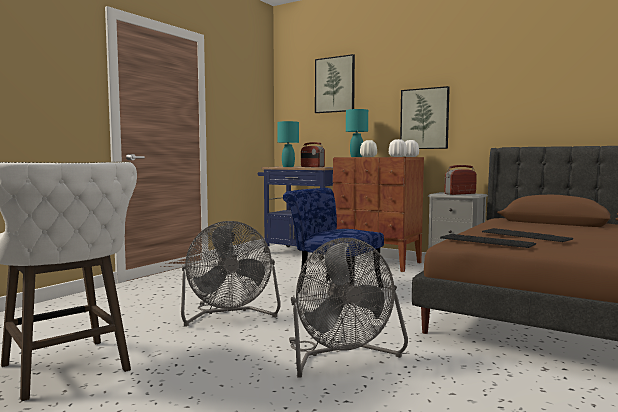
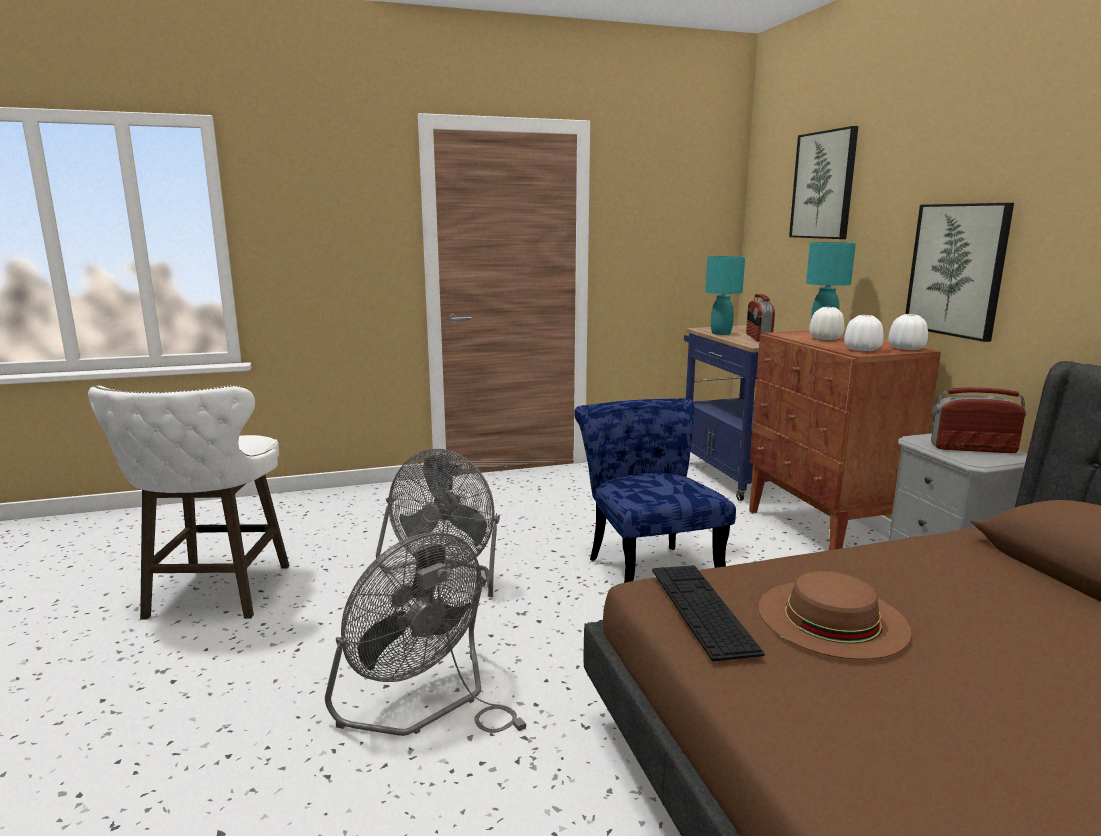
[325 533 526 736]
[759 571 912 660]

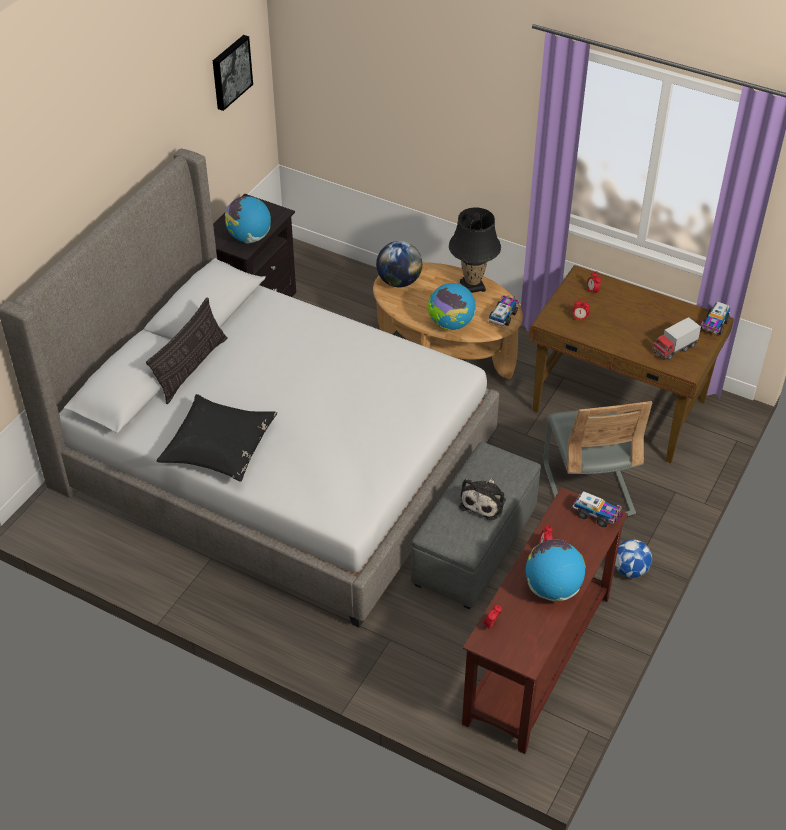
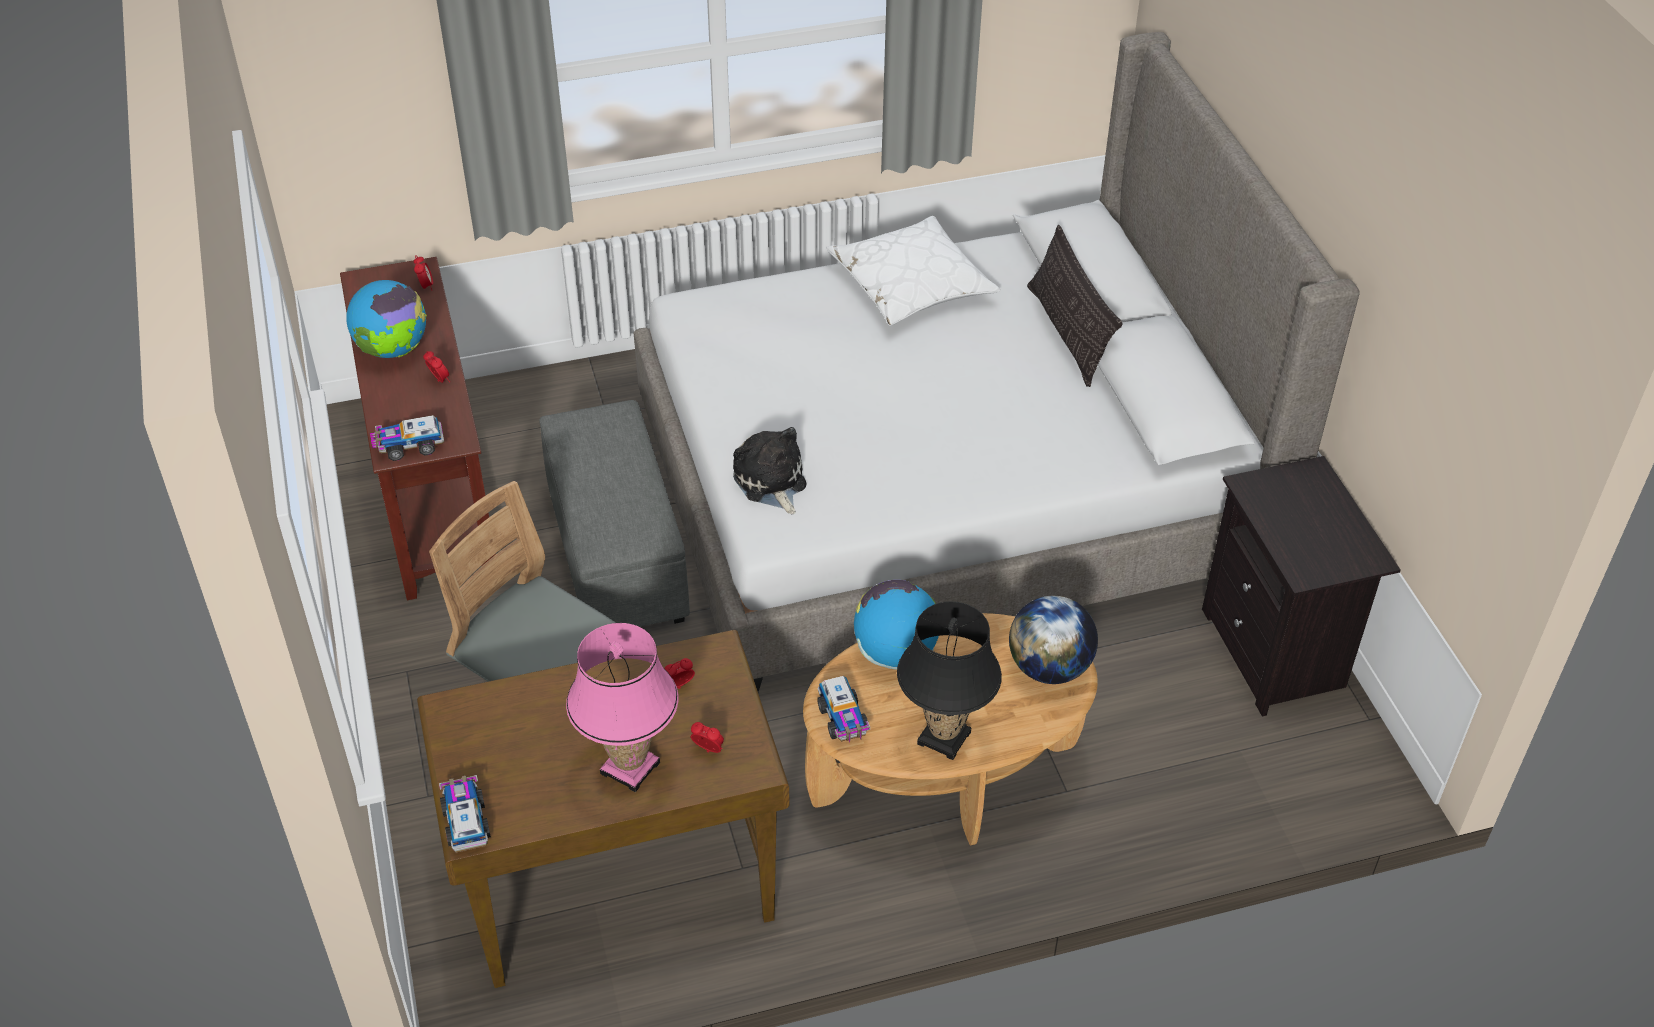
[566 623 678 792]
[733 427 806 514]
[826 216 1001 326]
[213 35 253 111] (first image)
[225 196 271 244] (first image)
[615 539 652 578] (first image)
[651 317 701 360] (first image)

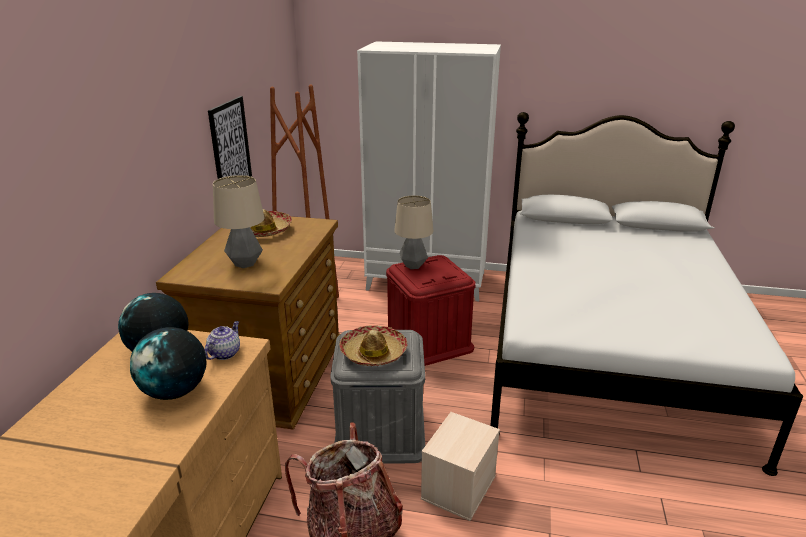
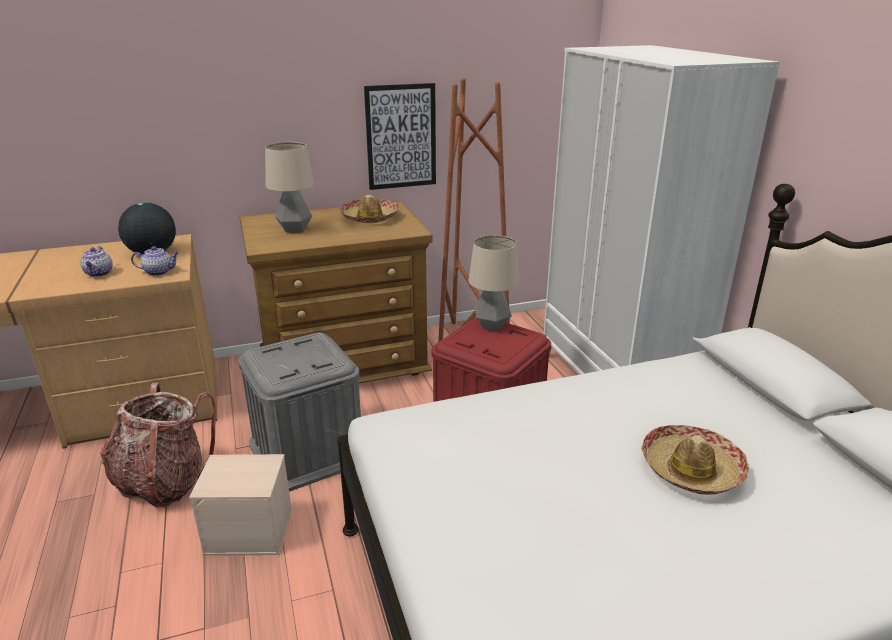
[80 246 113 277]
[641 425 749 495]

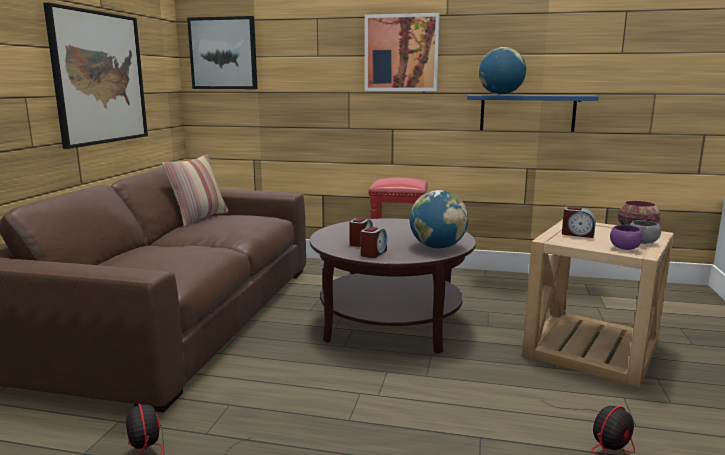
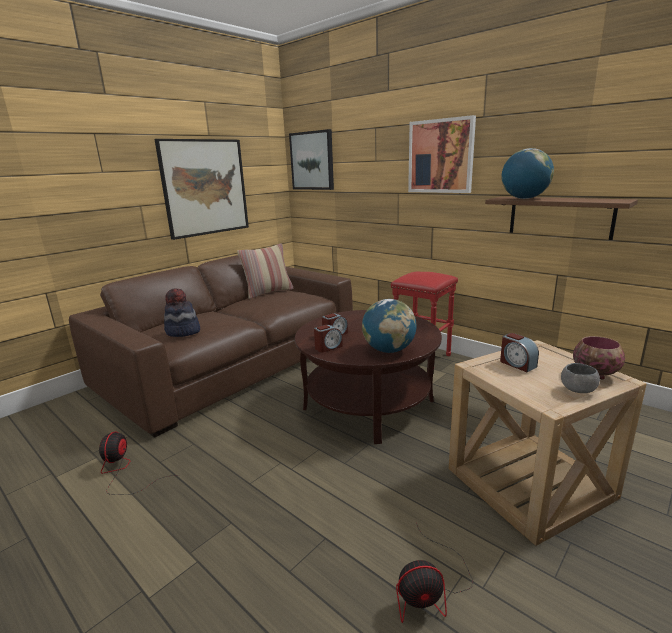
[164 289 200 337]
[485 197 638 240]
[610 225 642 250] (first image)

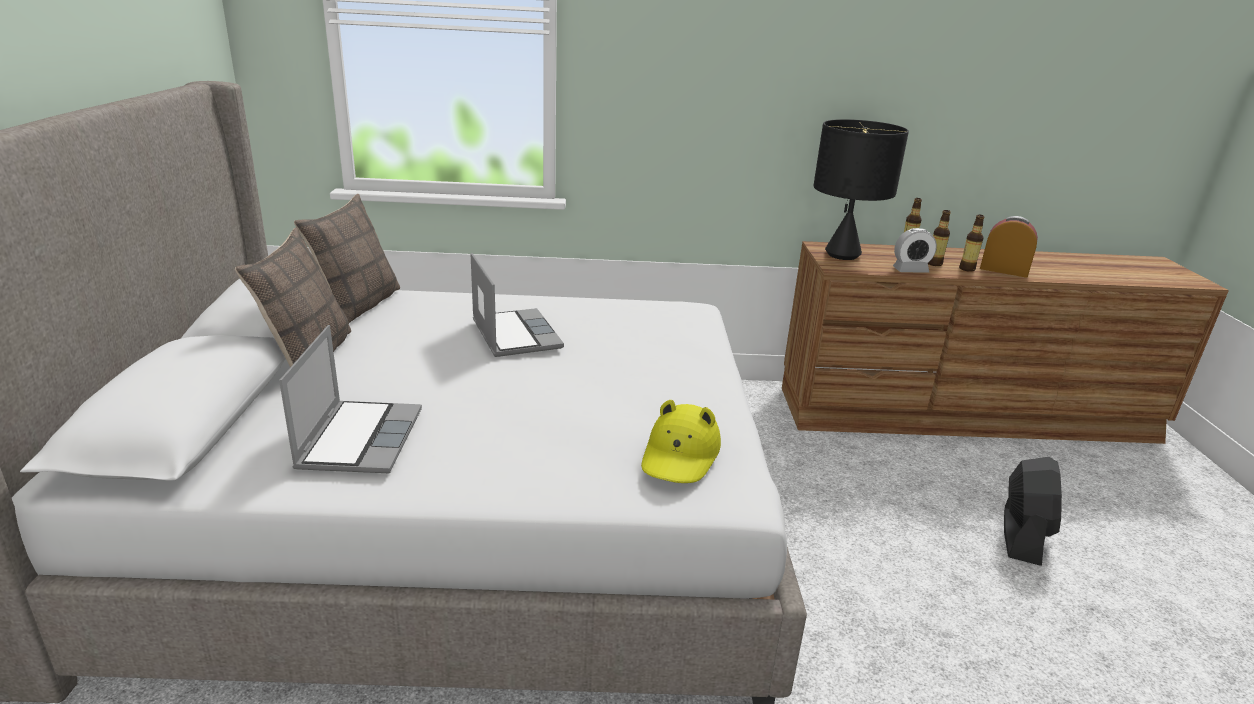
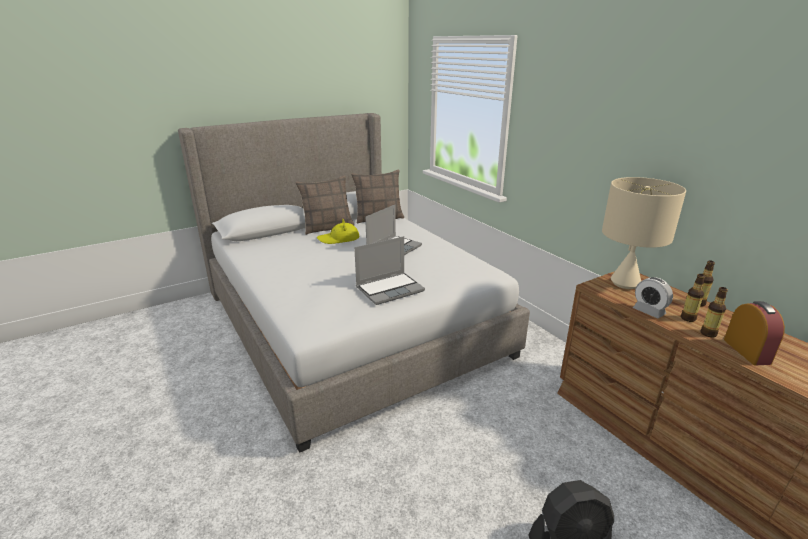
[317 219 359 244]
[354 236 425 305]
[602 177 686 289]

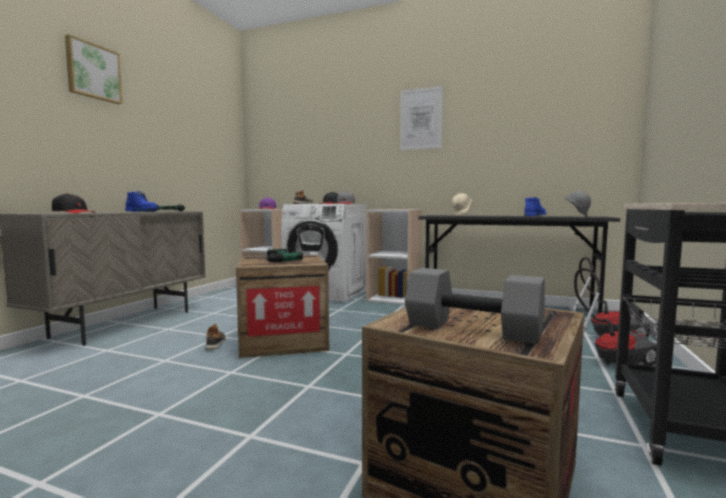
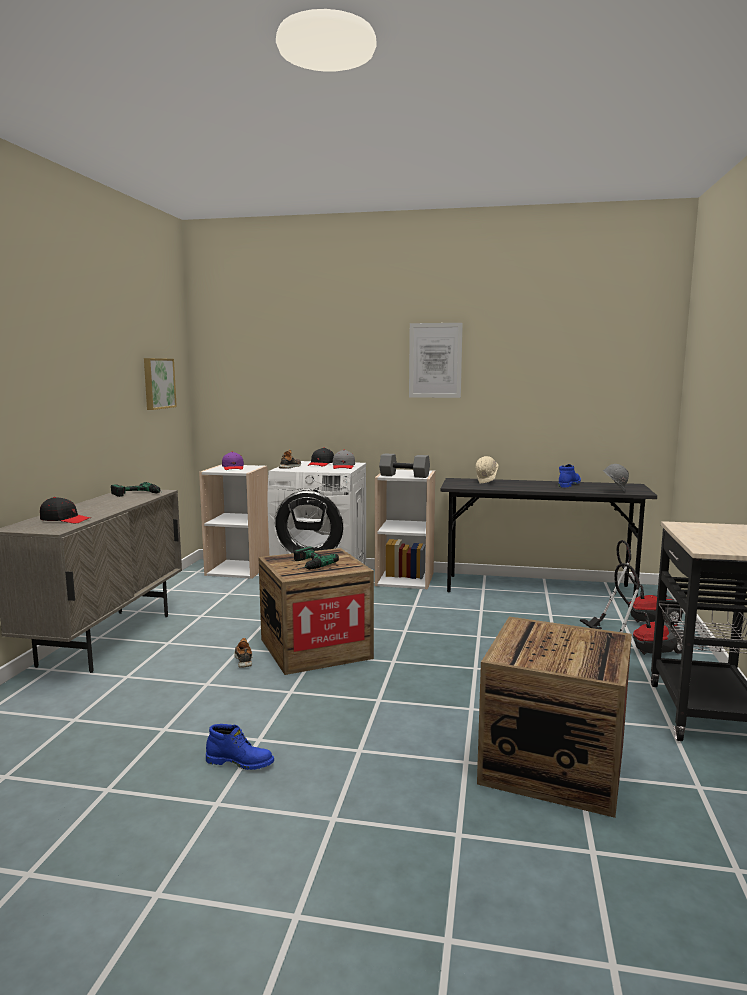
[144 358 177 410]
[206 724 274 770]
[379 453 430 478]

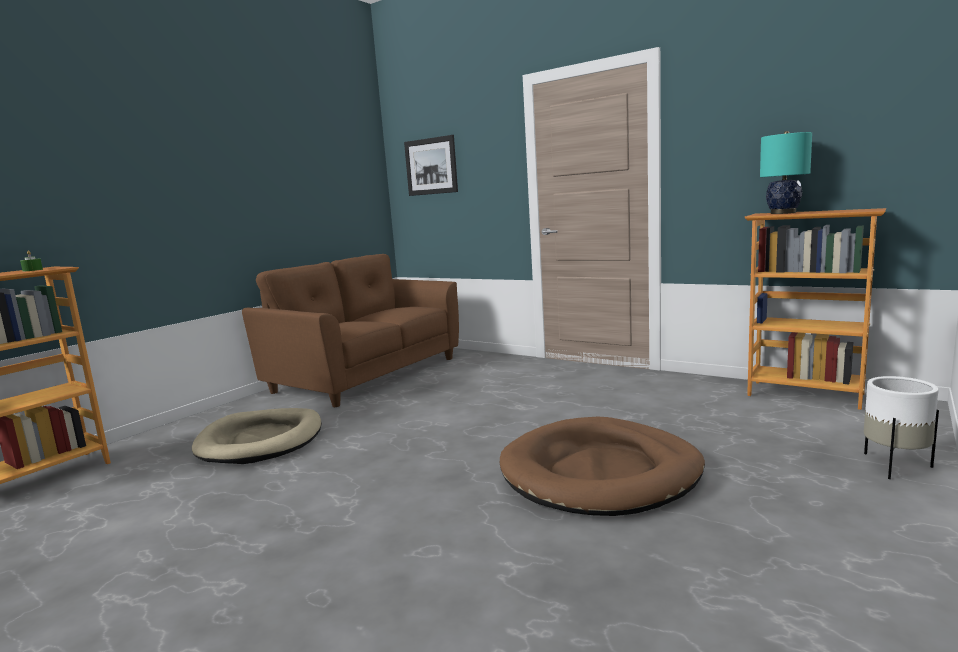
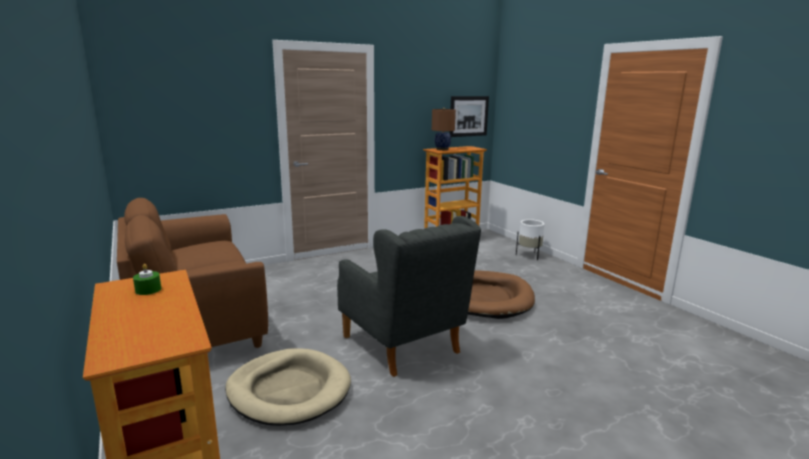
[337 216 481 377]
[432 108 456 150]
[450 96 489 137]

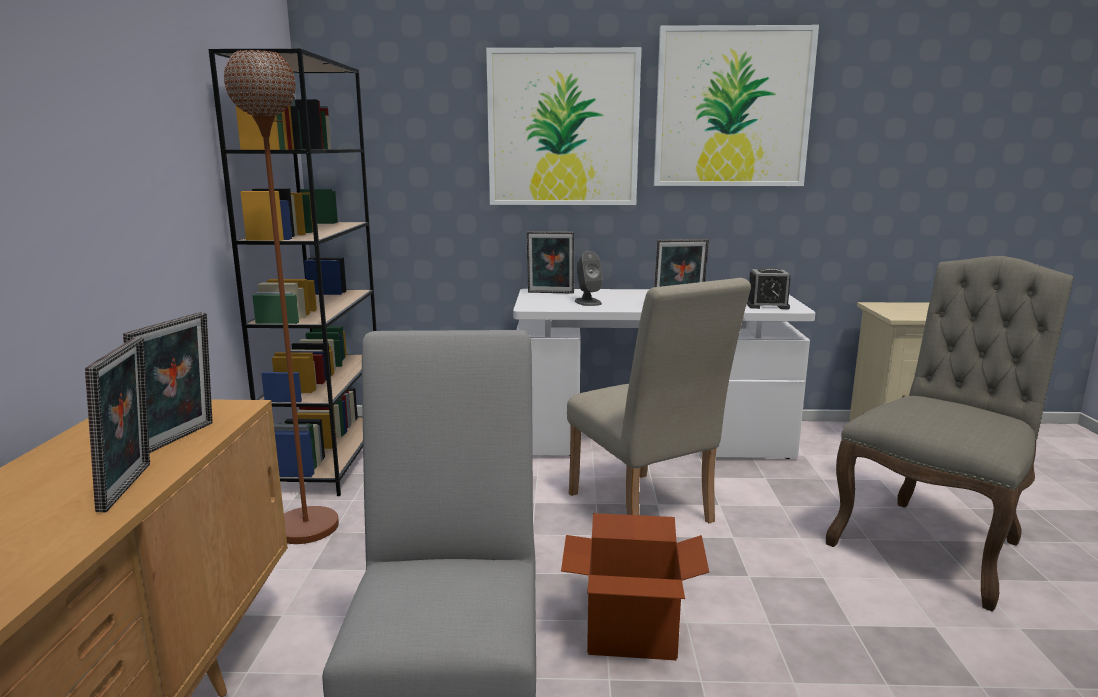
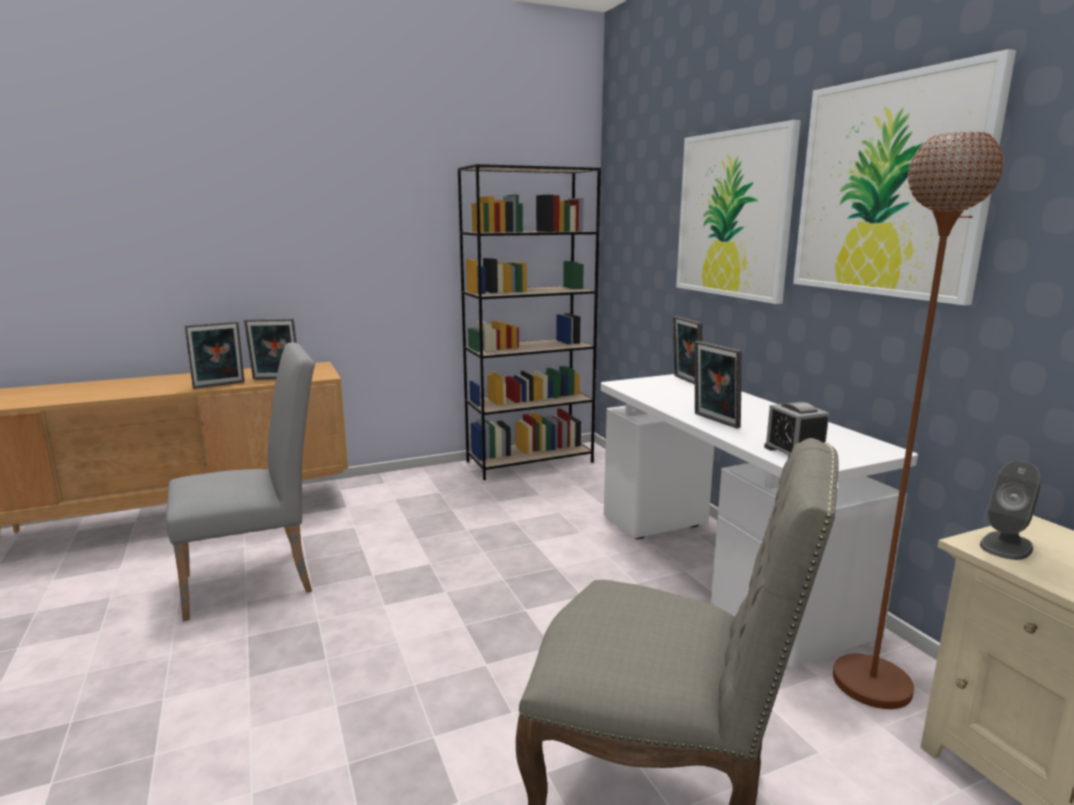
[833 132 1004 709]
[980 461 1040 560]
[561 513 709 661] (first image)
[567 278 751 523] (first image)

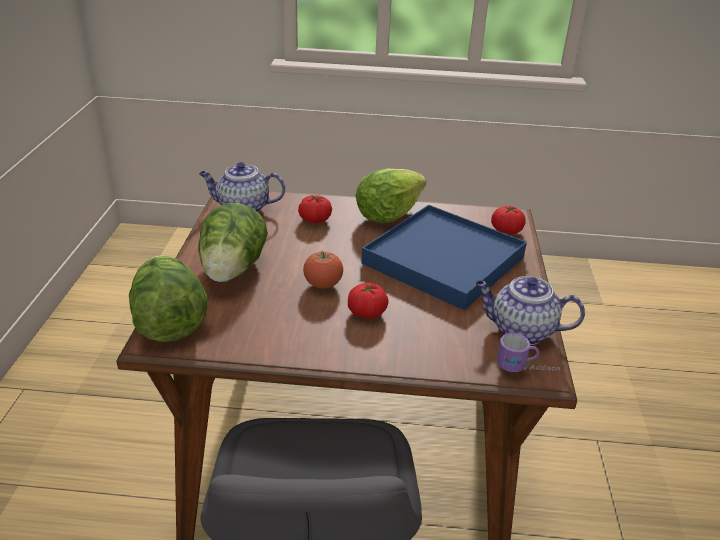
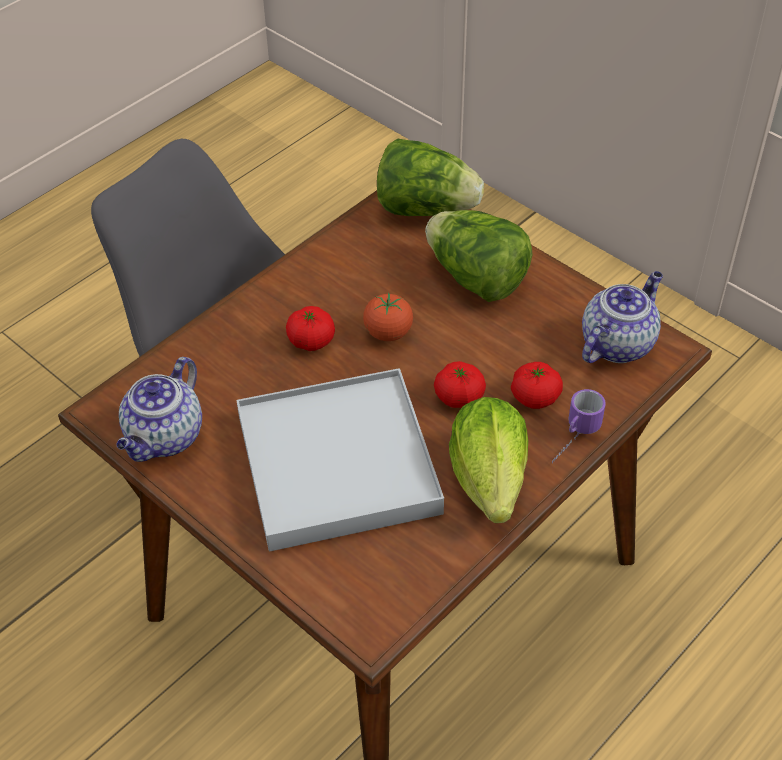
[117 357 202 462]
[236 368 444 552]
[434 361 486 408]
[552 389 606 463]

